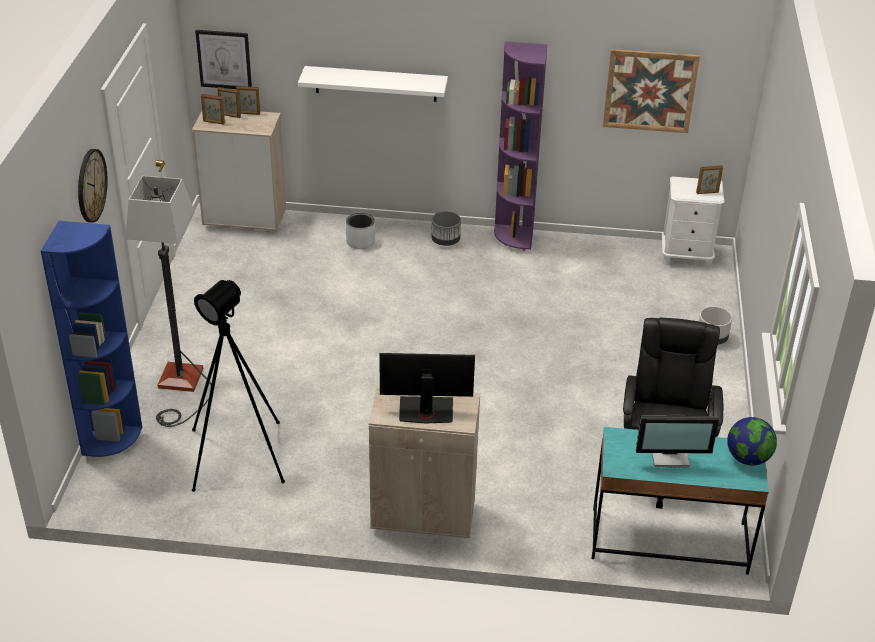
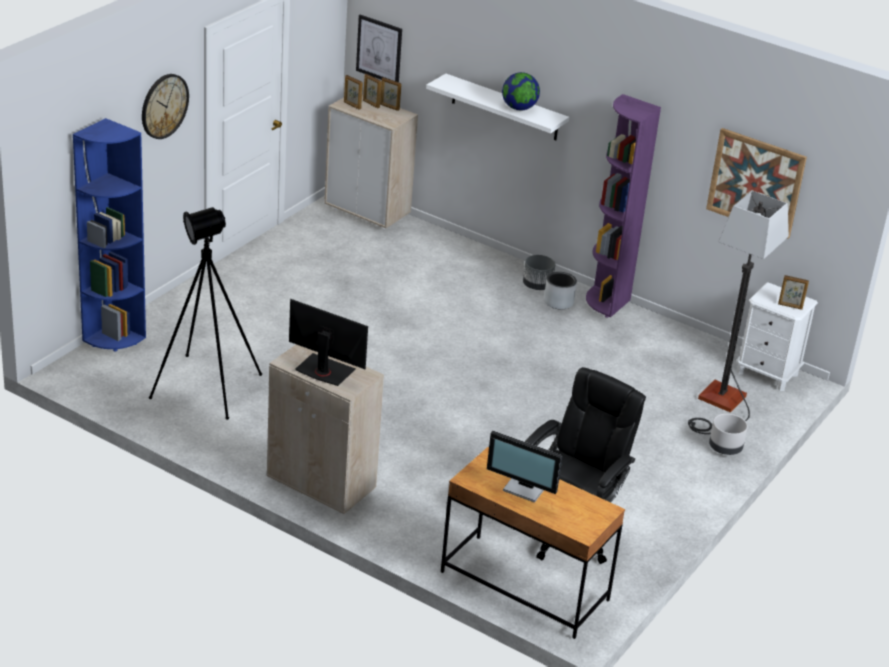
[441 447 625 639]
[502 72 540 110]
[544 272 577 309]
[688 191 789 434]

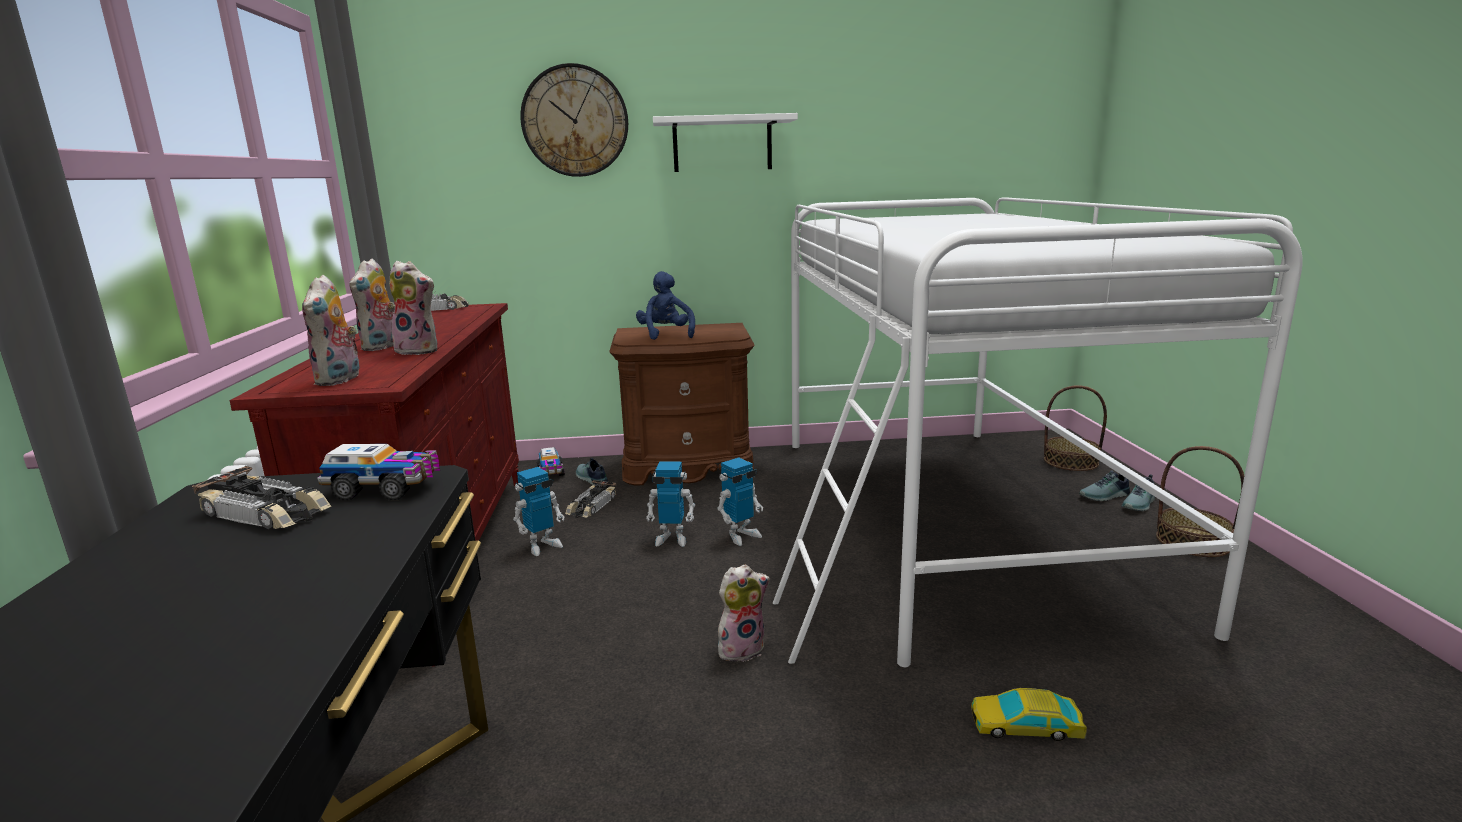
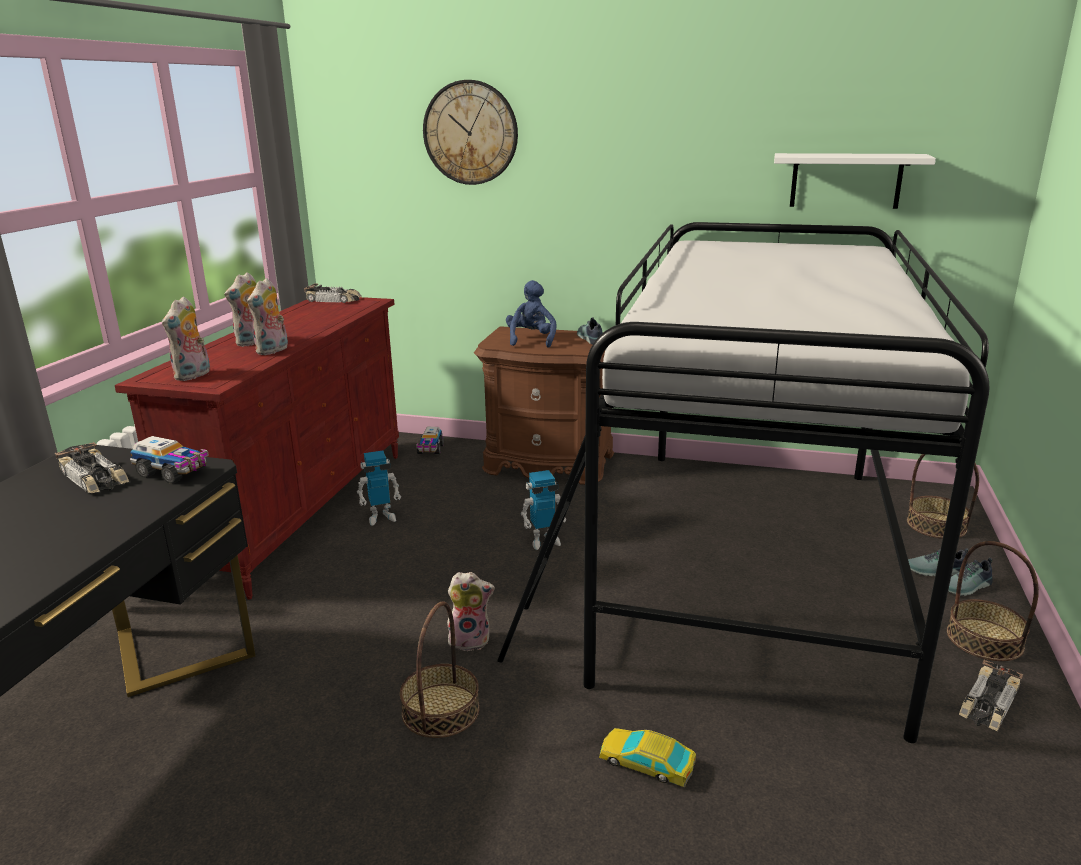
[247 278 288 355]
[400 601 480 738]
[497 222 989 743]
[577 317 603 344]
[774 153 936 209]
[959 660 1024 731]
[646 462 695 547] (first image)

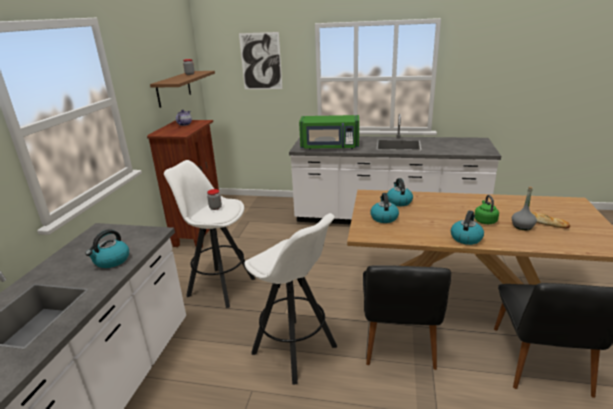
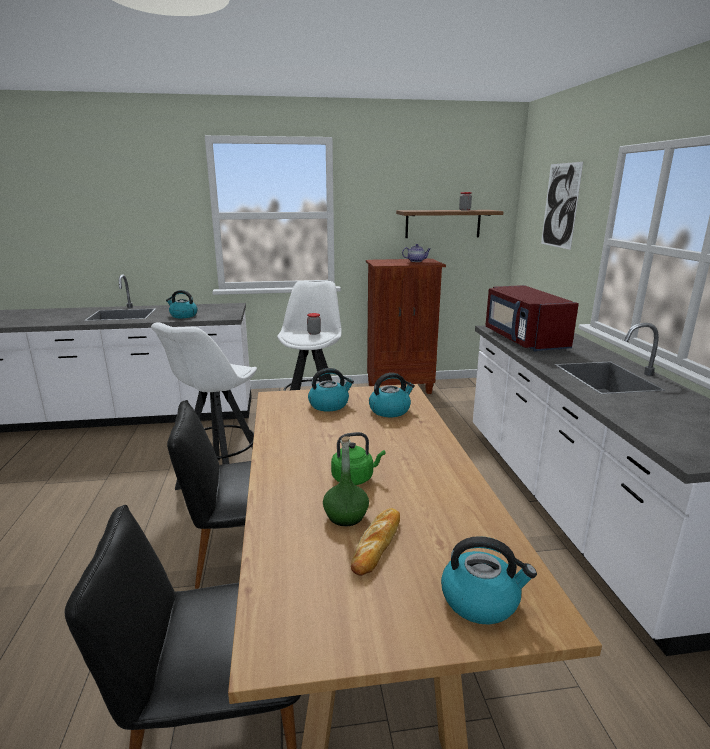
[323 436 369 526]
[441 536 537 625]
[486 285 579 351]

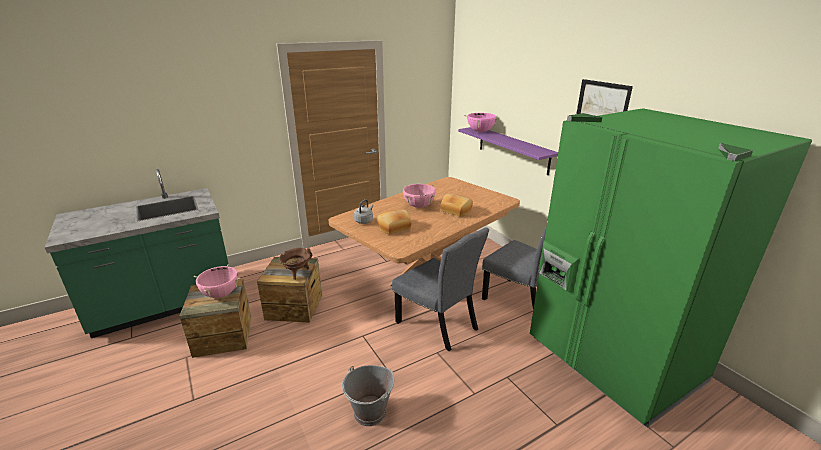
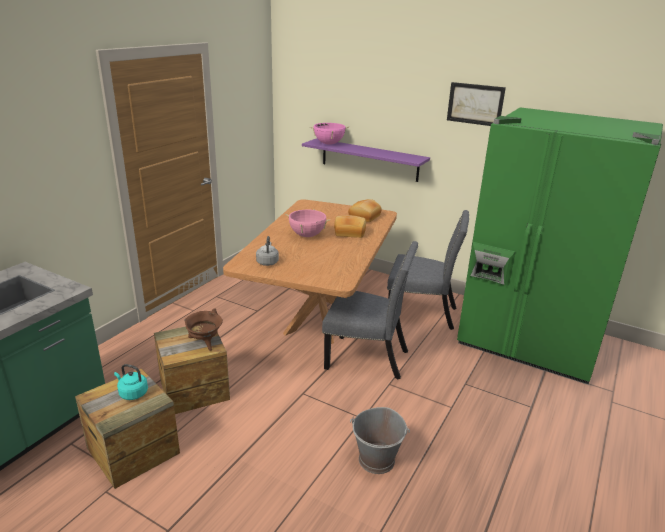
[114 364 148 400]
[348 199 382 222]

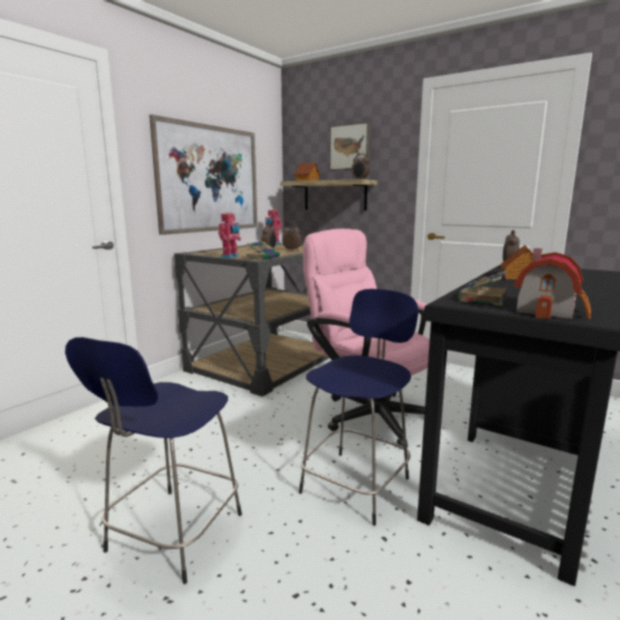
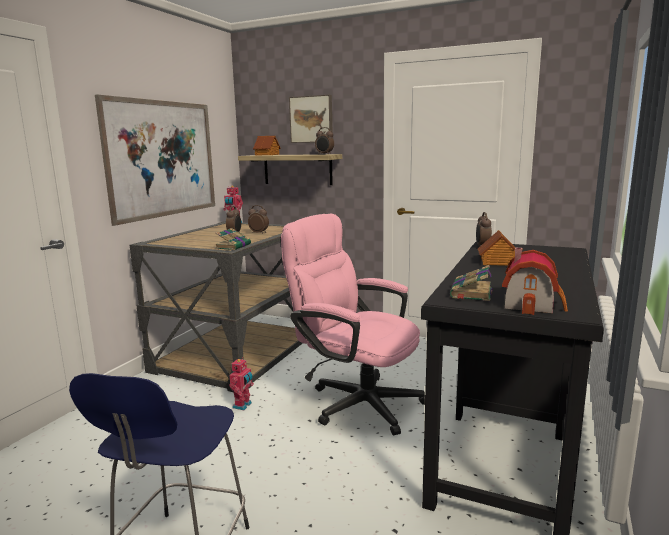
[230 357 254 410]
[299 289 418 526] (first image)

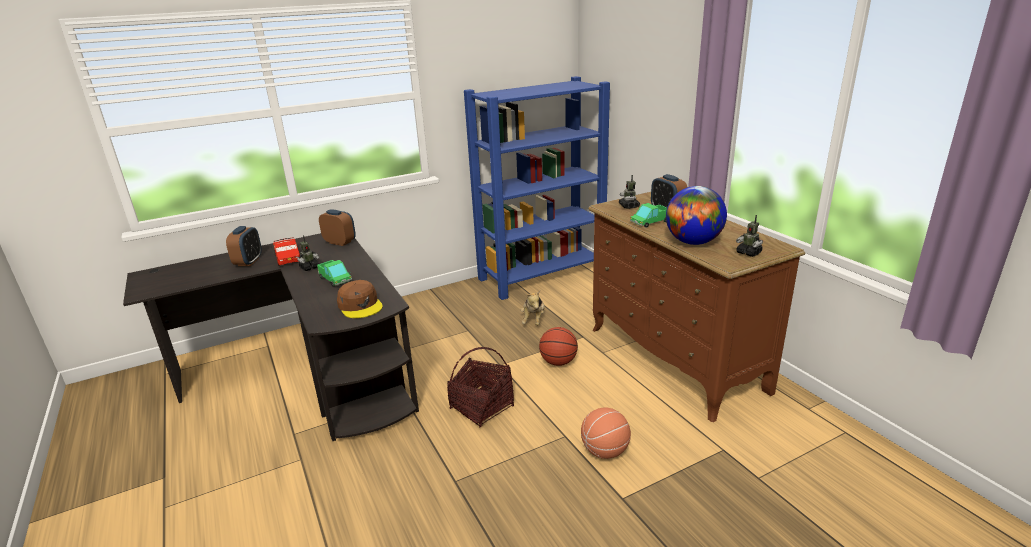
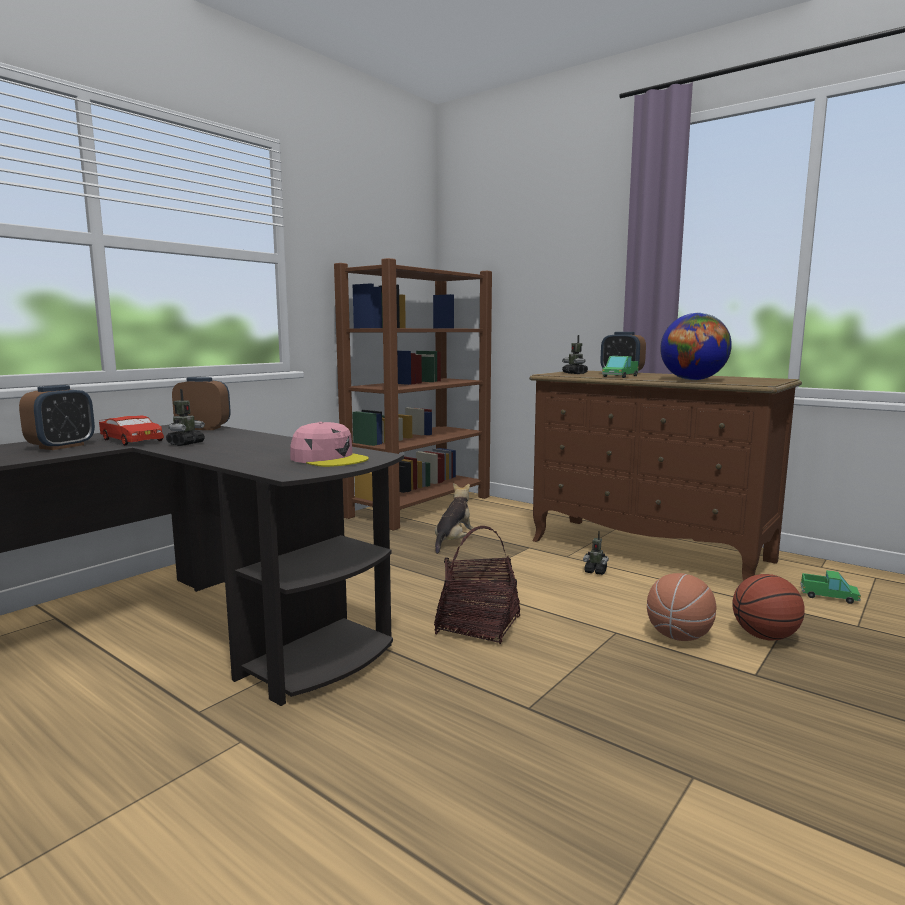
[19 385 95 450]
[290 422 369 467]
[334 258 492 531]
[435 483 475 554]
[583 531 609 575]
[732 574 805 640]
[800 570 861 604]

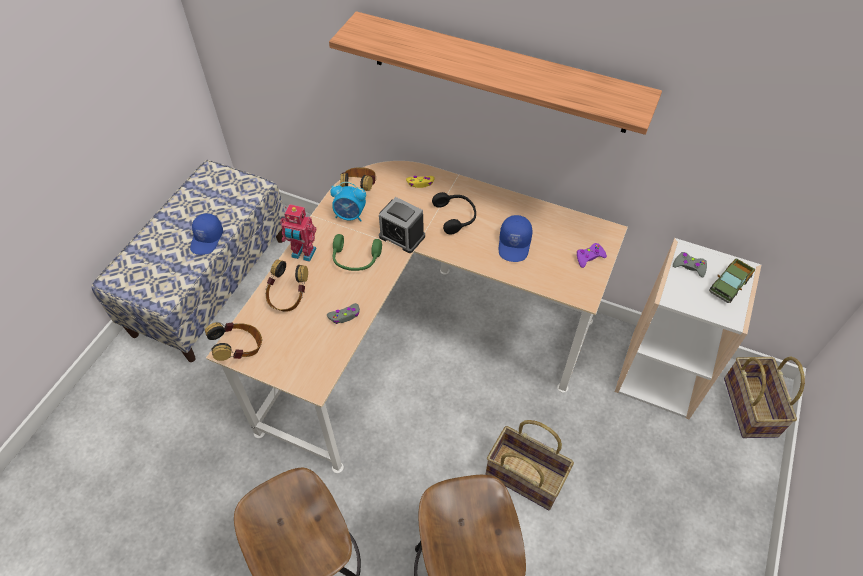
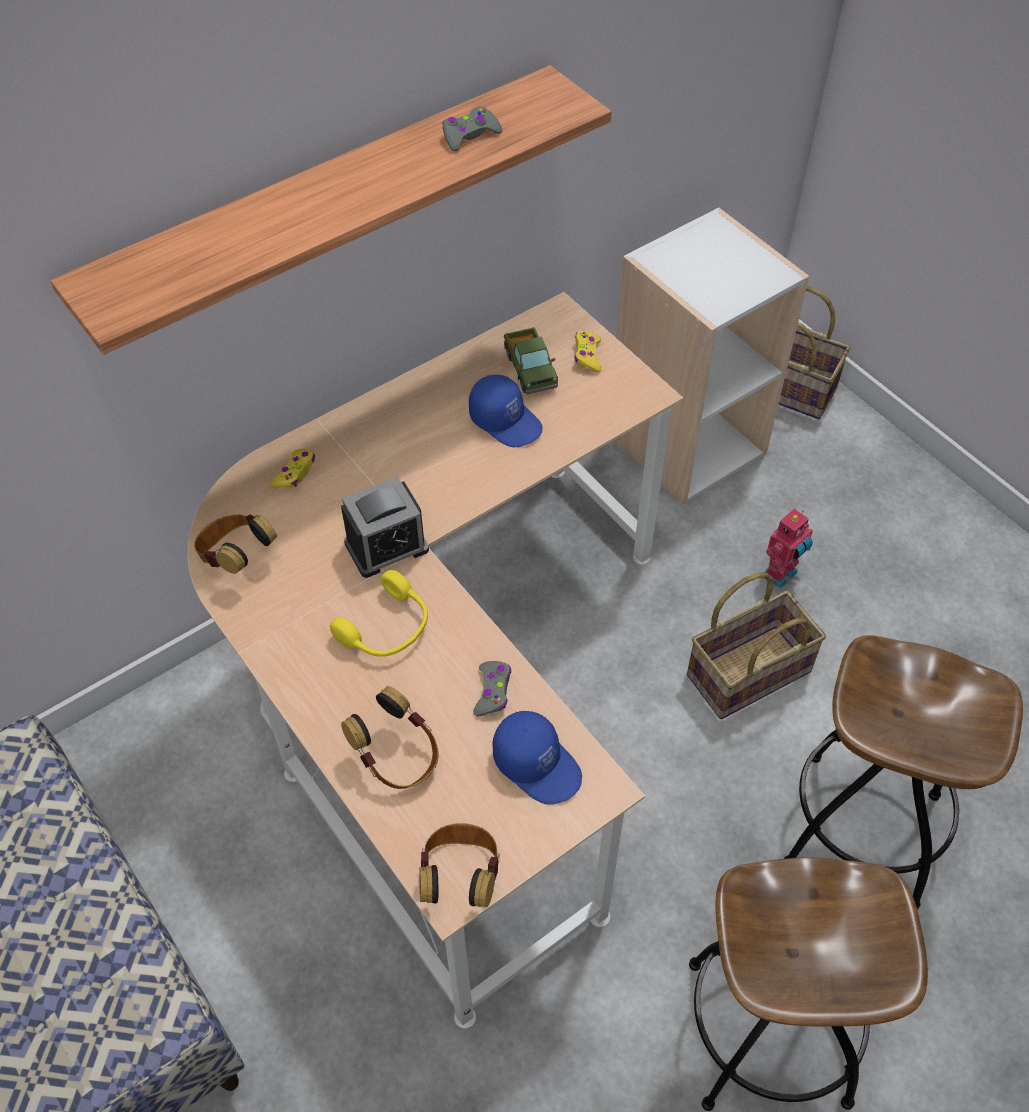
[330 570 428 657]
[442 106 502 151]
[492 711 582 805]
[504 327 558 394]
[574 331 602 372]
[763 508 813 589]
[330 182 366 221] (first image)
[432 192 476 235] (first image)

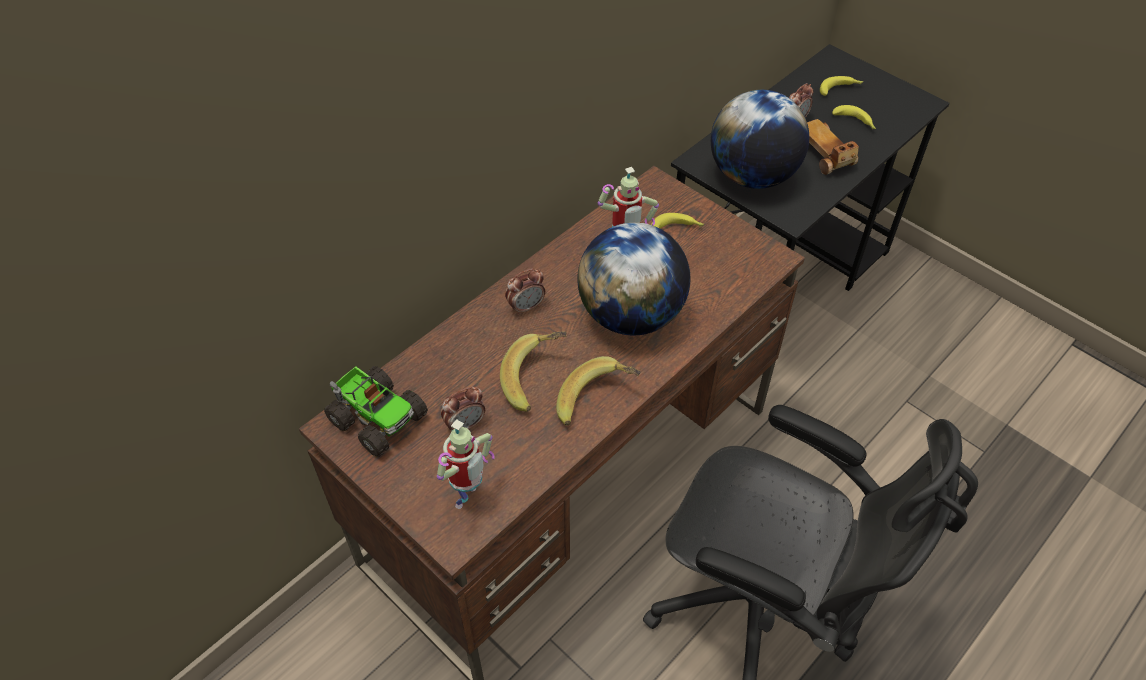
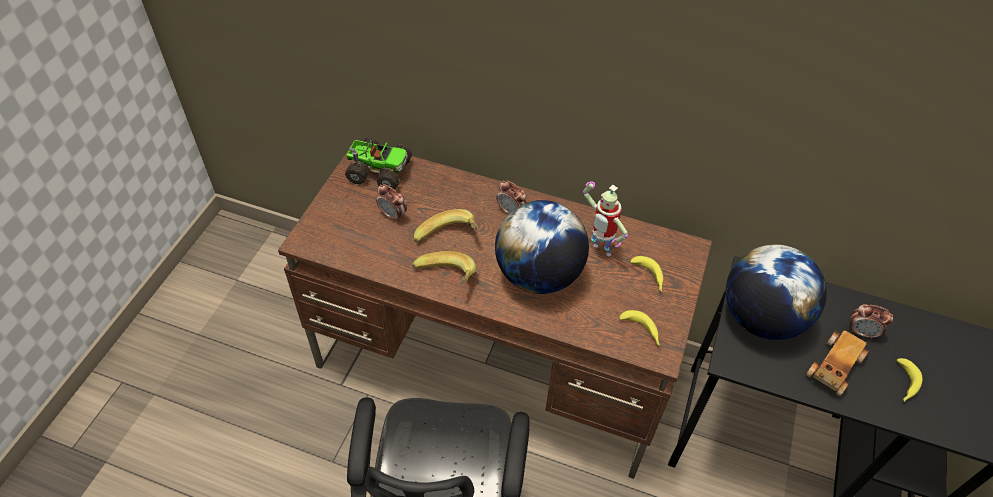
[345 138 412 190]
[619 310 660 346]
[437 419 495 509] (first image)

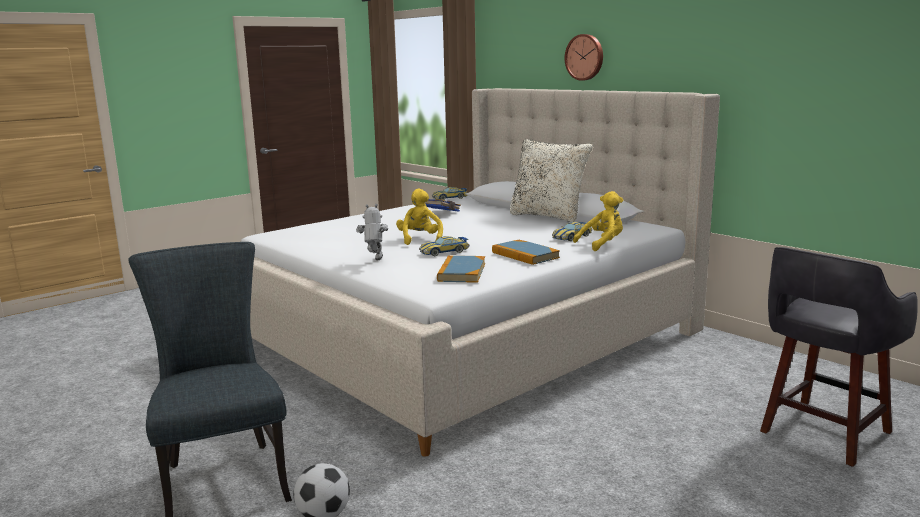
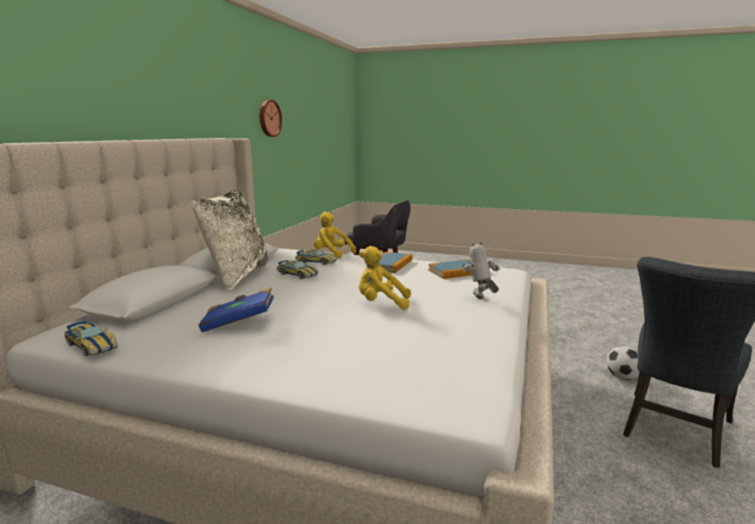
[260 100 282 137]
[277 260 318 279]
[359 246 411 310]
[462 241 500 299]

